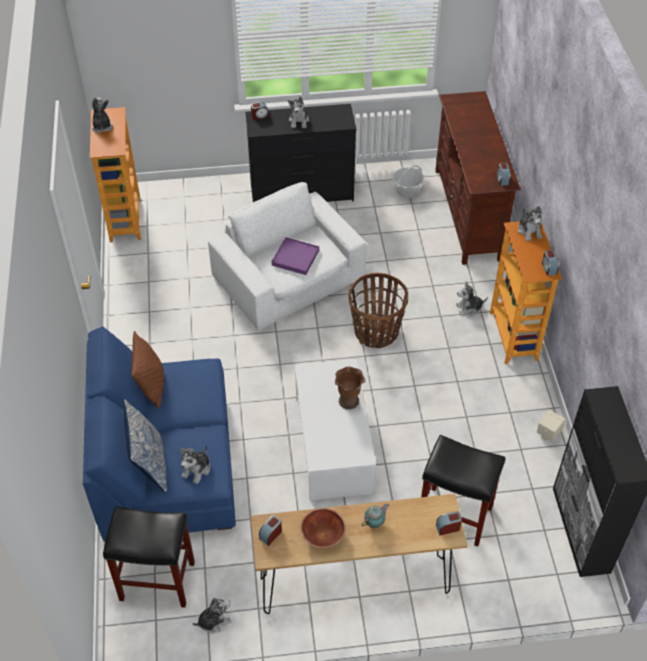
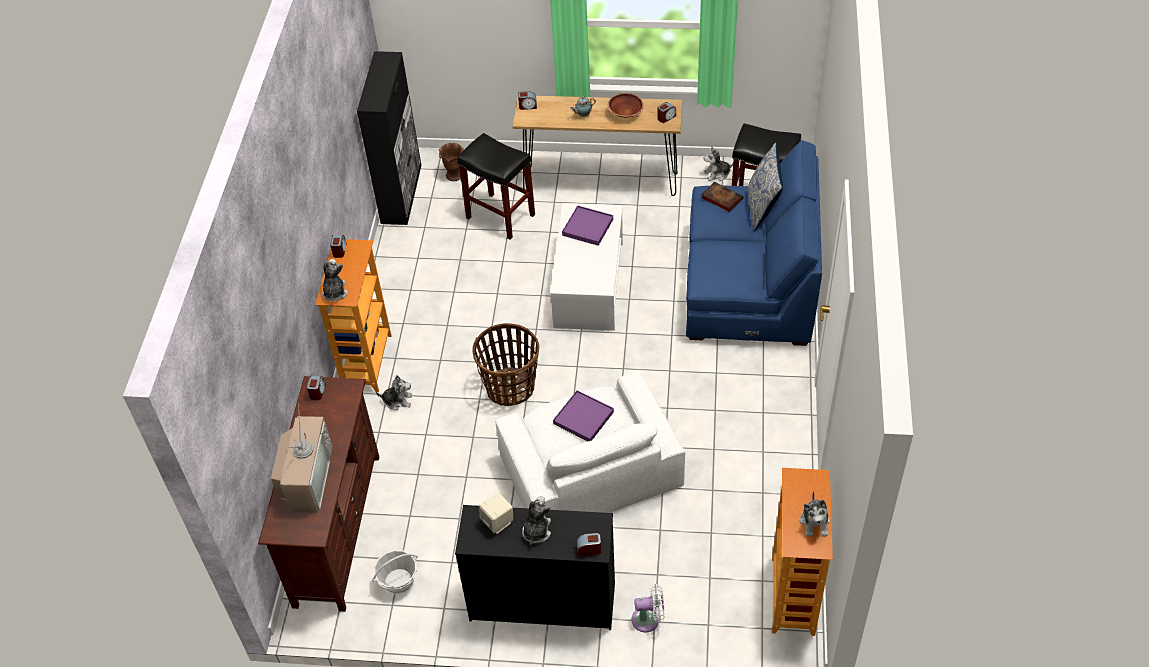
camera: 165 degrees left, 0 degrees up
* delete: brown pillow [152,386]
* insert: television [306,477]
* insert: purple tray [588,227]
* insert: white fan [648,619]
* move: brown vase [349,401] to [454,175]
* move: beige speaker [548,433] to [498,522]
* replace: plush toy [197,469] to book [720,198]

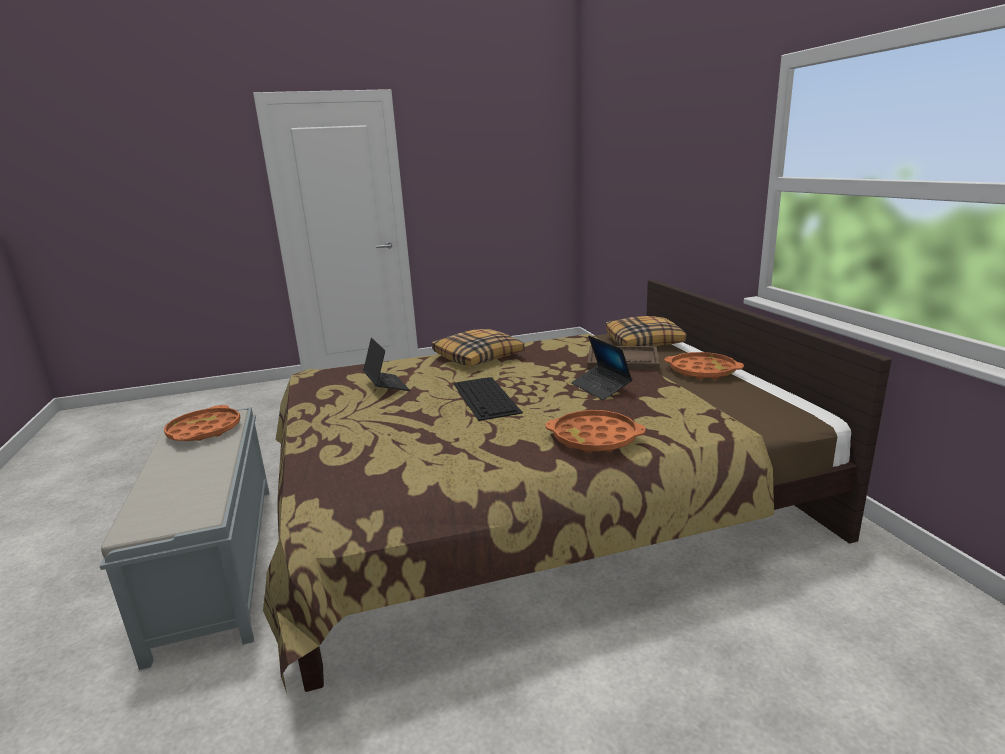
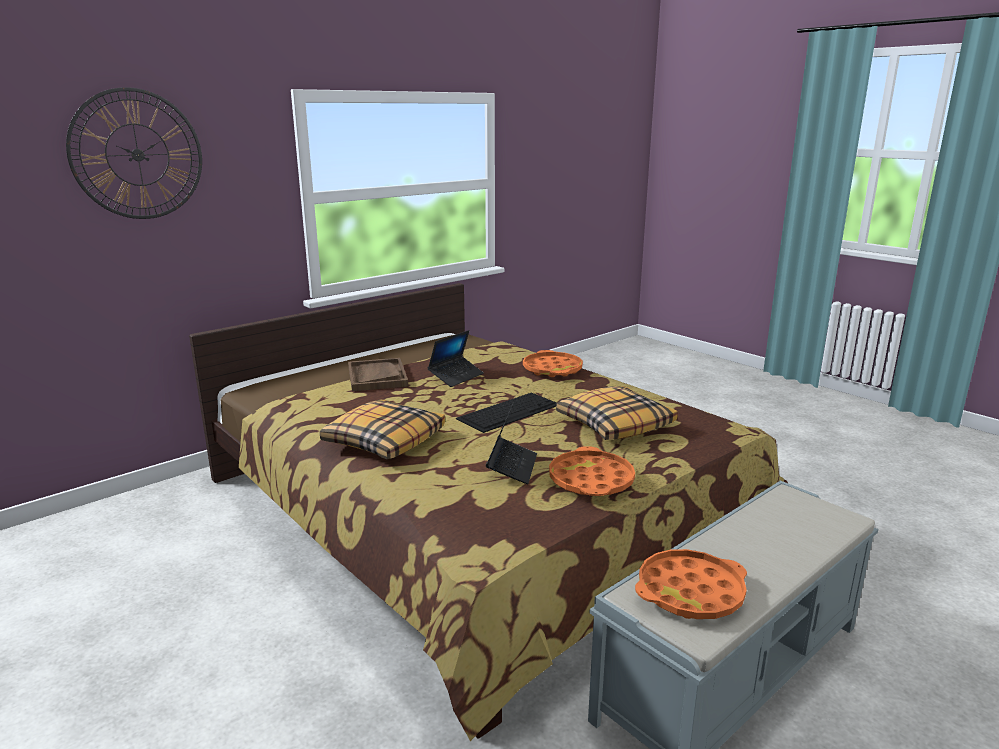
camera: 115 degrees left, 0 degrees up
* insert: wall clock [137,155]
* move: pillow [644,342] to [614,424]
* move: orange tray [702,371] to [591,480]
* rotate: laptop [386,386] = [512,467] 150 degrees clockwise

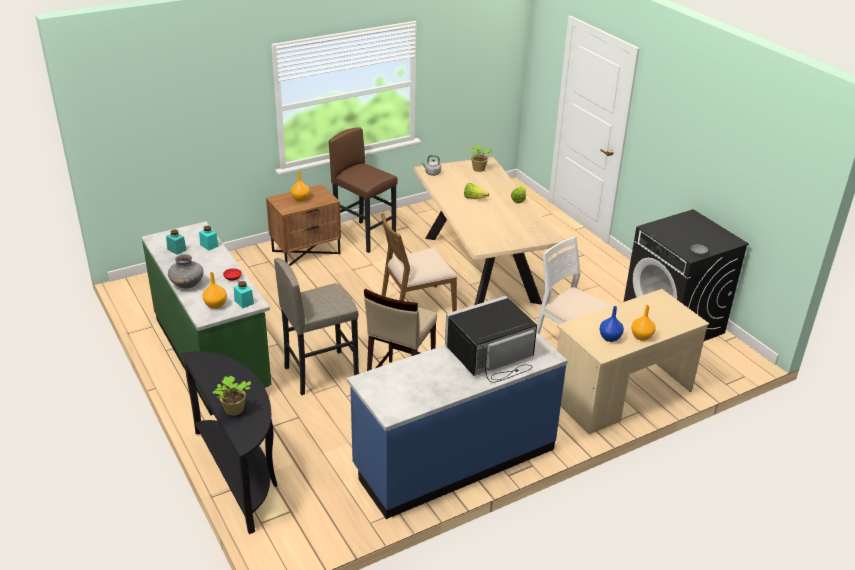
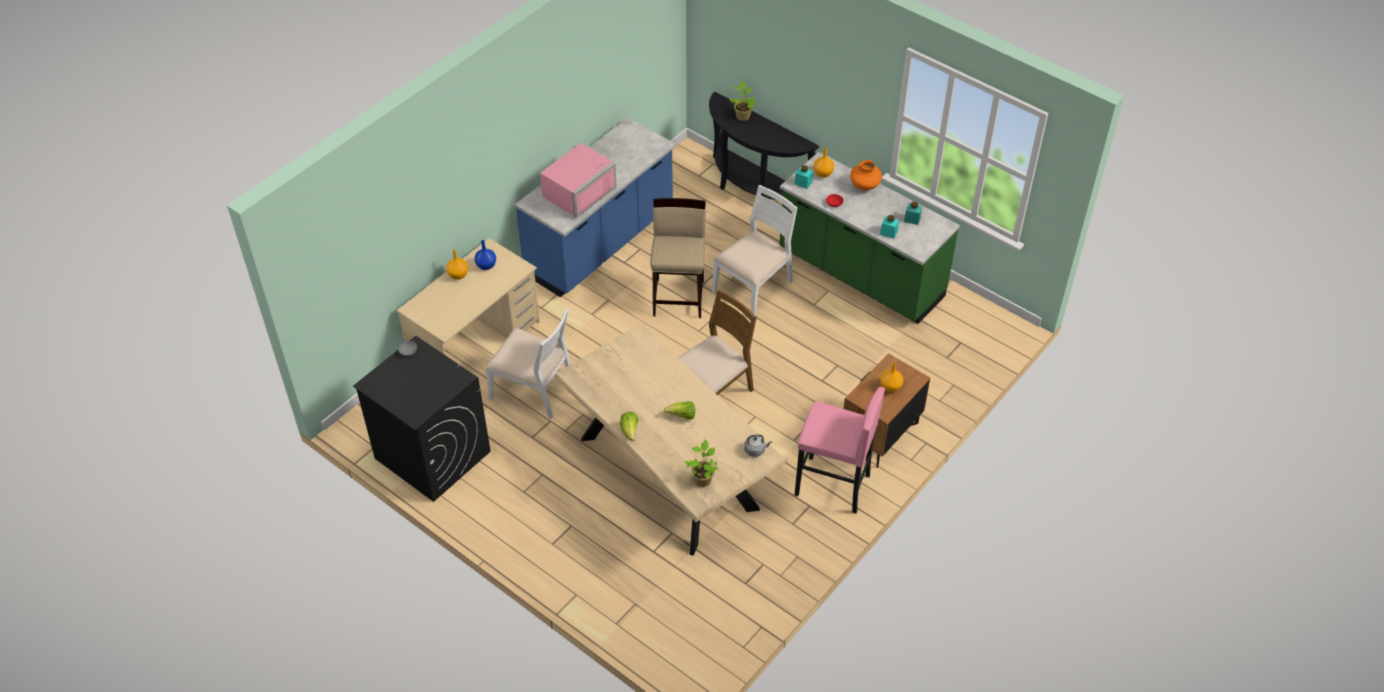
camera: 160 degrees right, 15 degrees up
* replace: grey stool [320,372] to white chair [754,287]
* recolor: grey vase [187,284] to orange vase [864,186]
* recolor: brown stool [365,236] to pink stool [832,485]
* recolor: black microwave [491,356] to pink microwave [576,190]

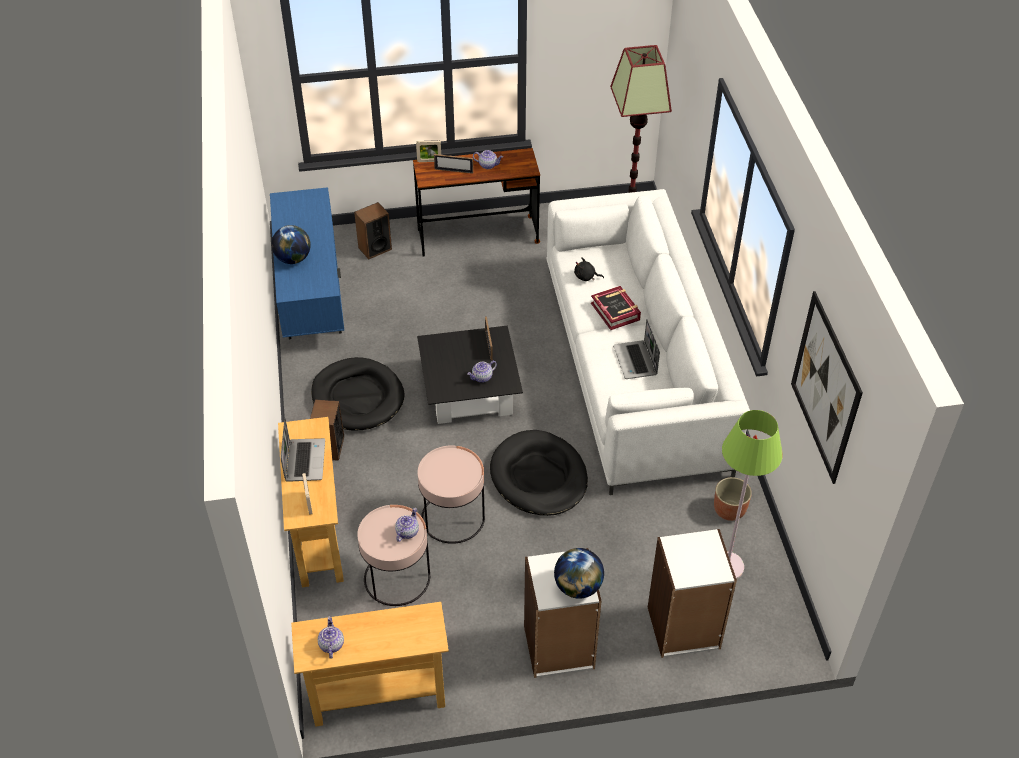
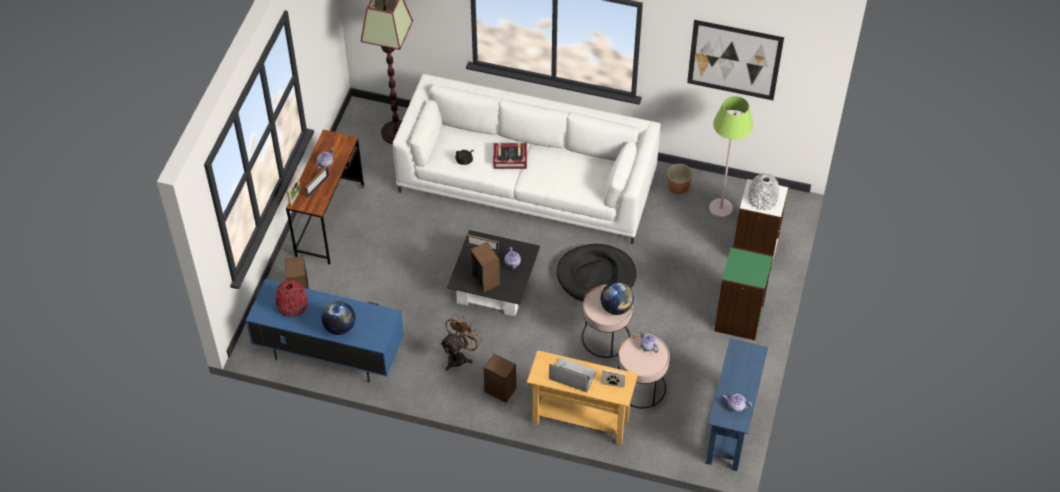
camera: 65 degrees left, 5 degrees up
* delete: laptop [636,361]
* insert: red vase [292,306]
* insert: speaker [485,280]
* insert: grey vase [762,199]
* move: globe [578,587] to [616,308]
* replace: black dog bed [358,397] to brown fan [459,356]
* recolor: beige console table [378,696] to blue console table [730,429]
* recolor: white bookcase [559,648] to green bookcase [739,319]

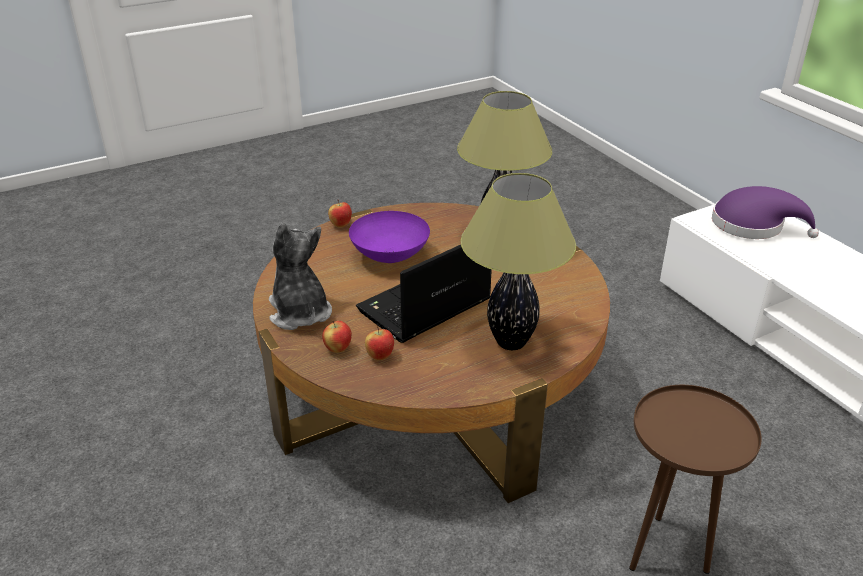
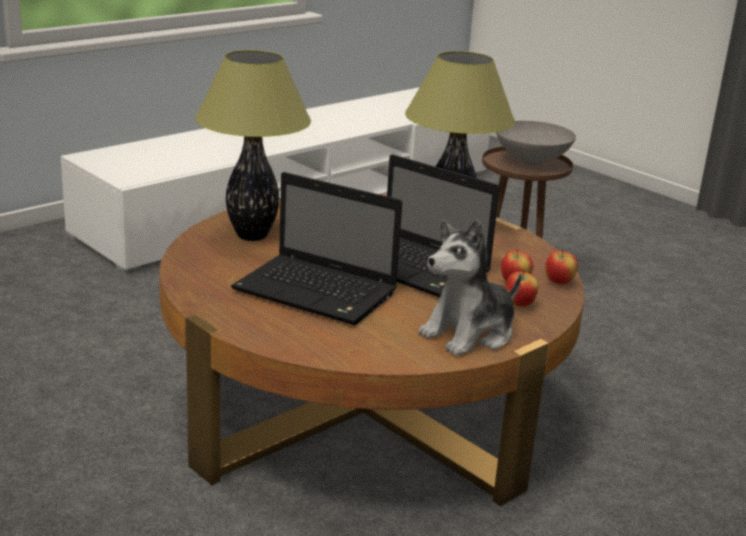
camera: 105 degrees left, 10 degrees down
* delete: purple hat [753,225]
* insert: grey bowl [532,161]
* move: apple [341,225] to [559,283]
* replace: purple bowl [389,257] to laptop [318,292]

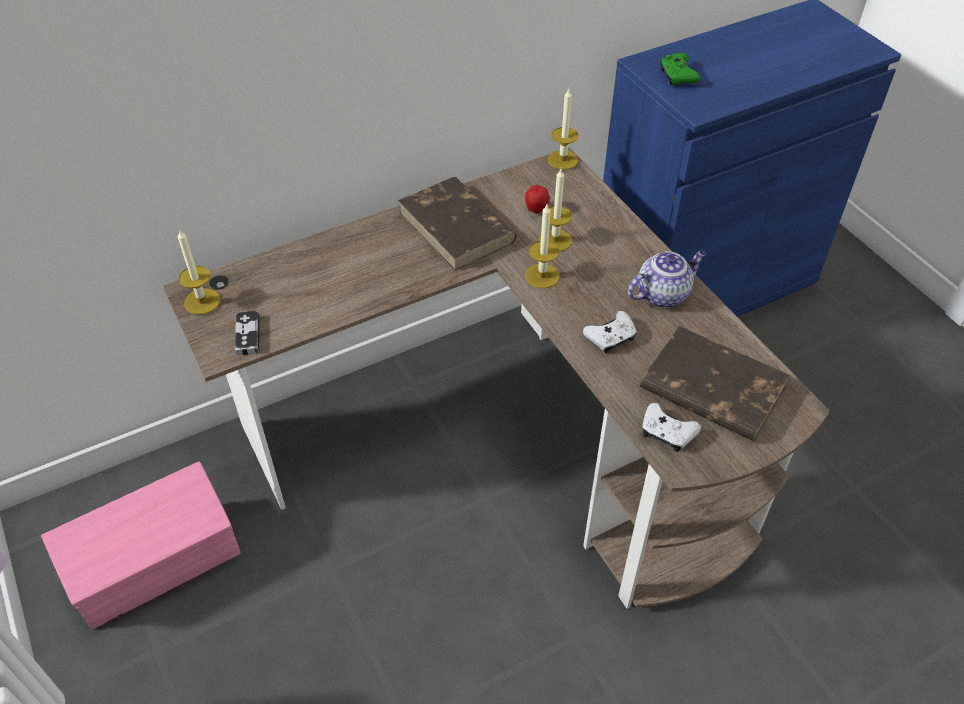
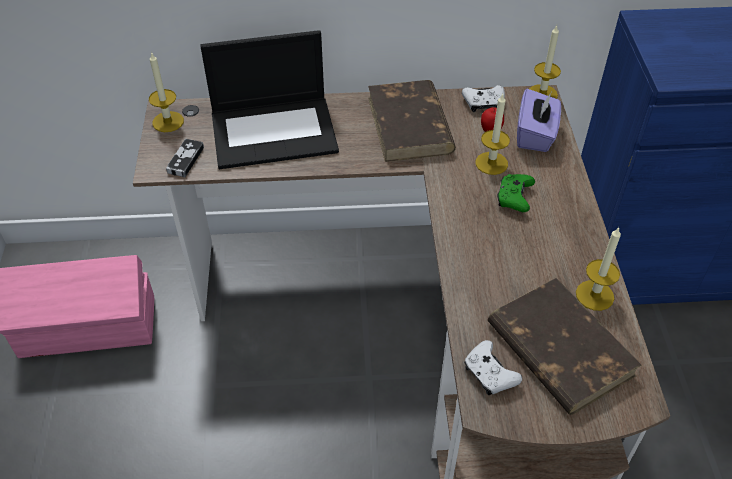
camera: 25 degrees right, 0 degrees up
* delete: teapot [663,294]
* insert: laptop [275,131]
* insert: purple tissue box [535,135]
* move: candle [542,276] to [594,295]
* move: white game controller [611,338] to [483,104]
* move: green game controller [677,76] to [514,198]

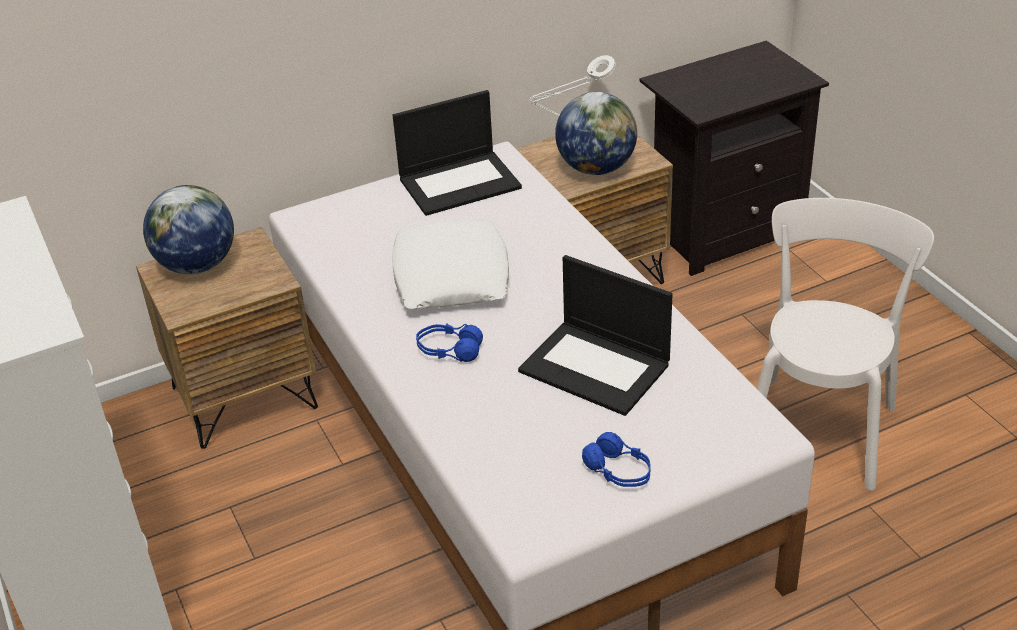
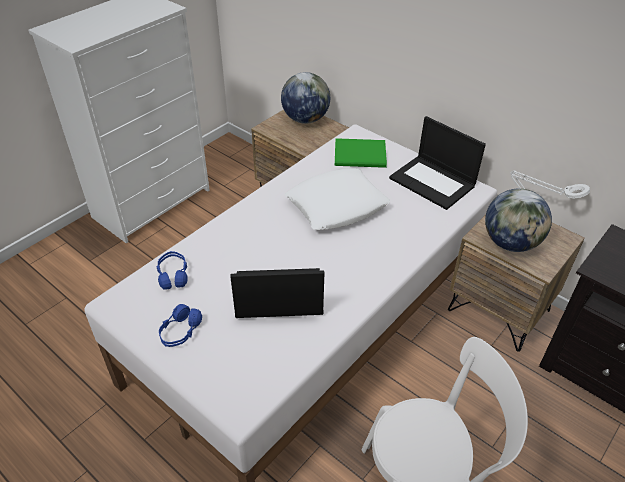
camera: 65 degrees right, 5 degrees up
* insert: green book [361,156]
* move: blue headphones [449,351] to [173,275]
* rotate: laptop [596,367] = [277,295] 75 degrees clockwise

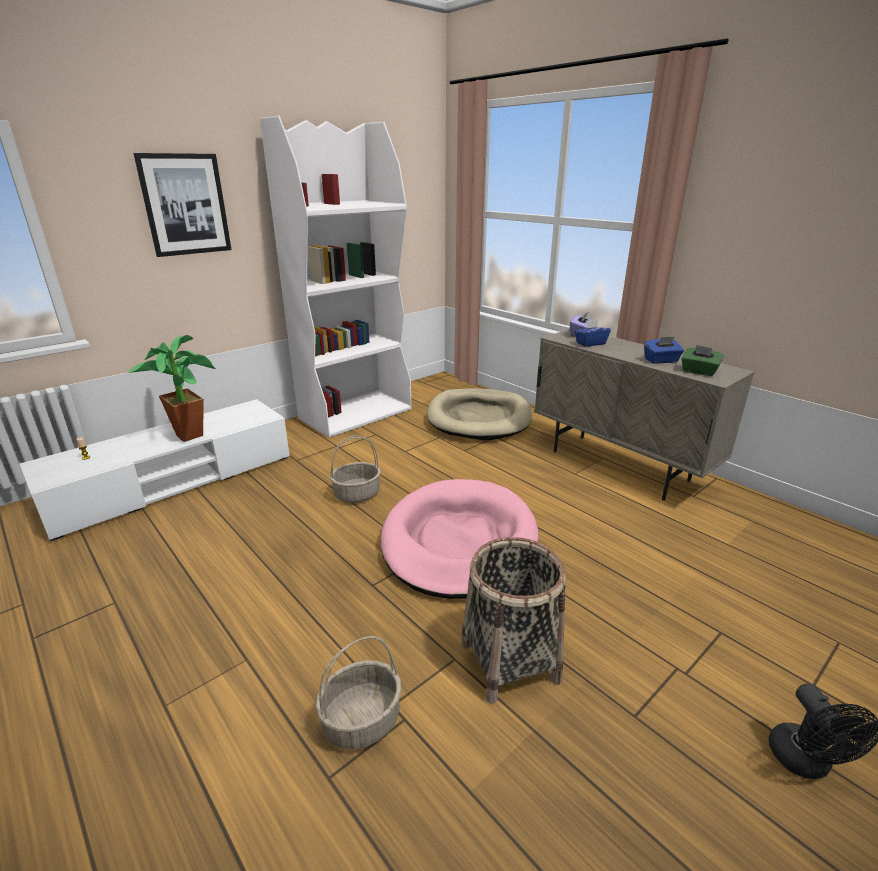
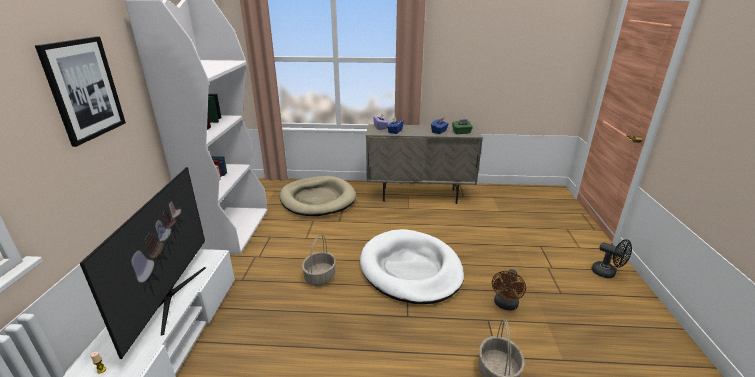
camera: 45 degrees left, 0 degrees up
* replace: potted plant [190,433] to television [170,298]
* replace: basket [509,661] to brown fan [505,305]
* recolor: pink dog bed [459,541] to white dog bed [410,269]

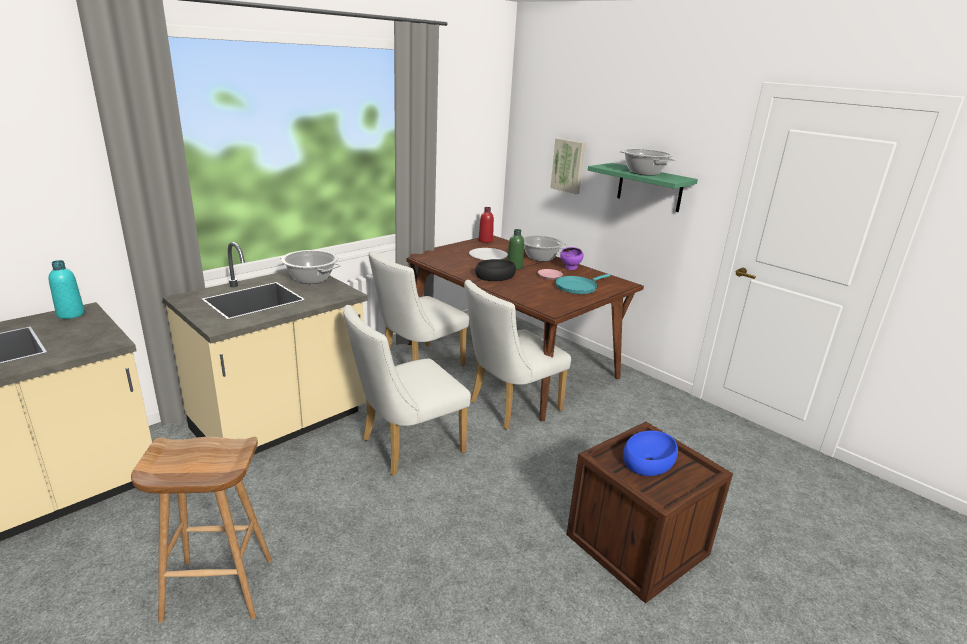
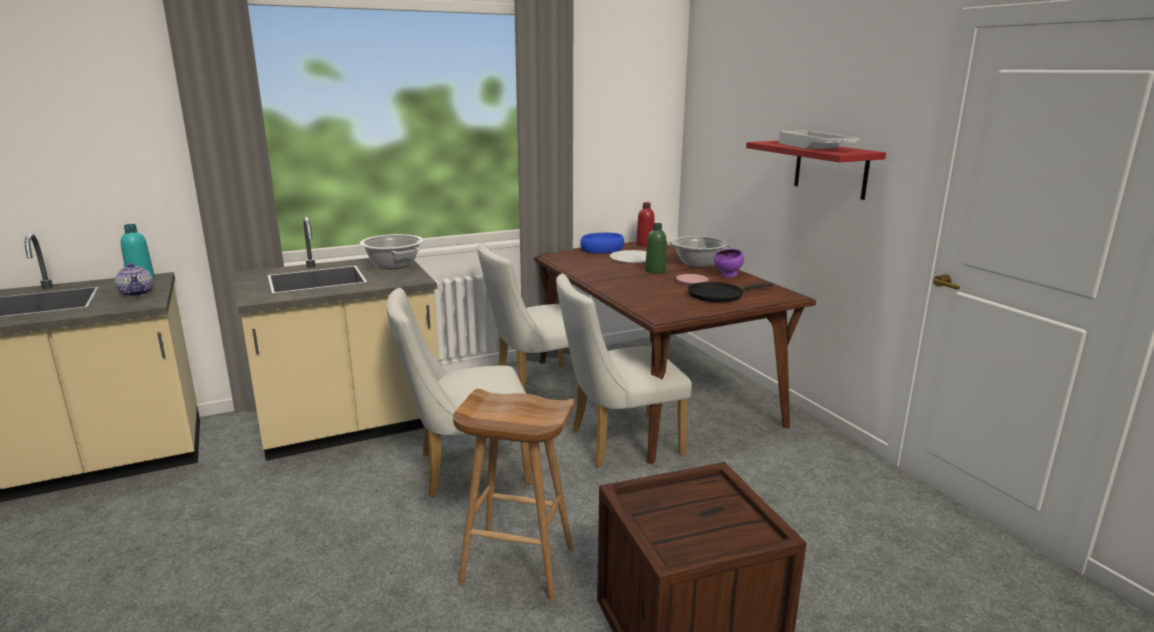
camera: 20 degrees right, 5 degrees down
* delete: black bowl [495,276]
* delete: picture [568,166]
* insert: teapot [137,293]
* move: brown stool [216,590] to [515,566]
* move: blue bowl [648,460] to [602,249]
* replace: cooking pot [643,173] to white tray [813,147]
* recolor: turquoise frying pan [577,287] to black frying pan [718,295]
* recolor: green shelf [649,187] to red shelf [830,169]

